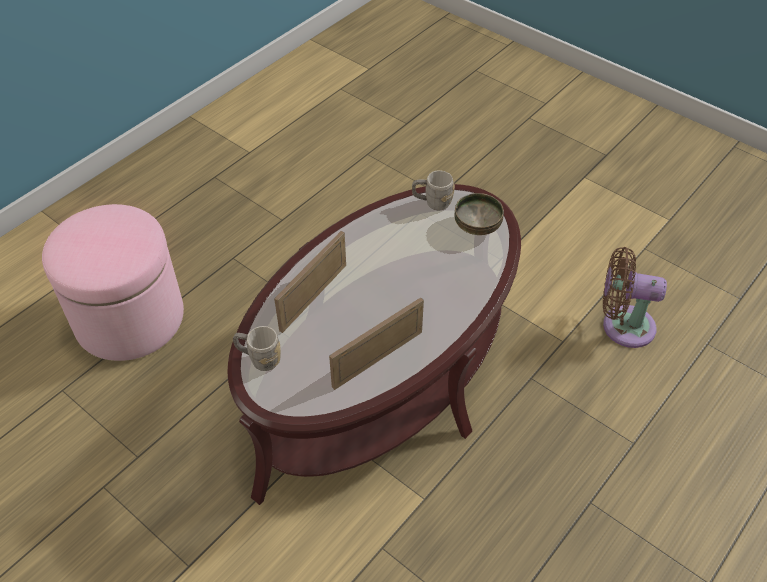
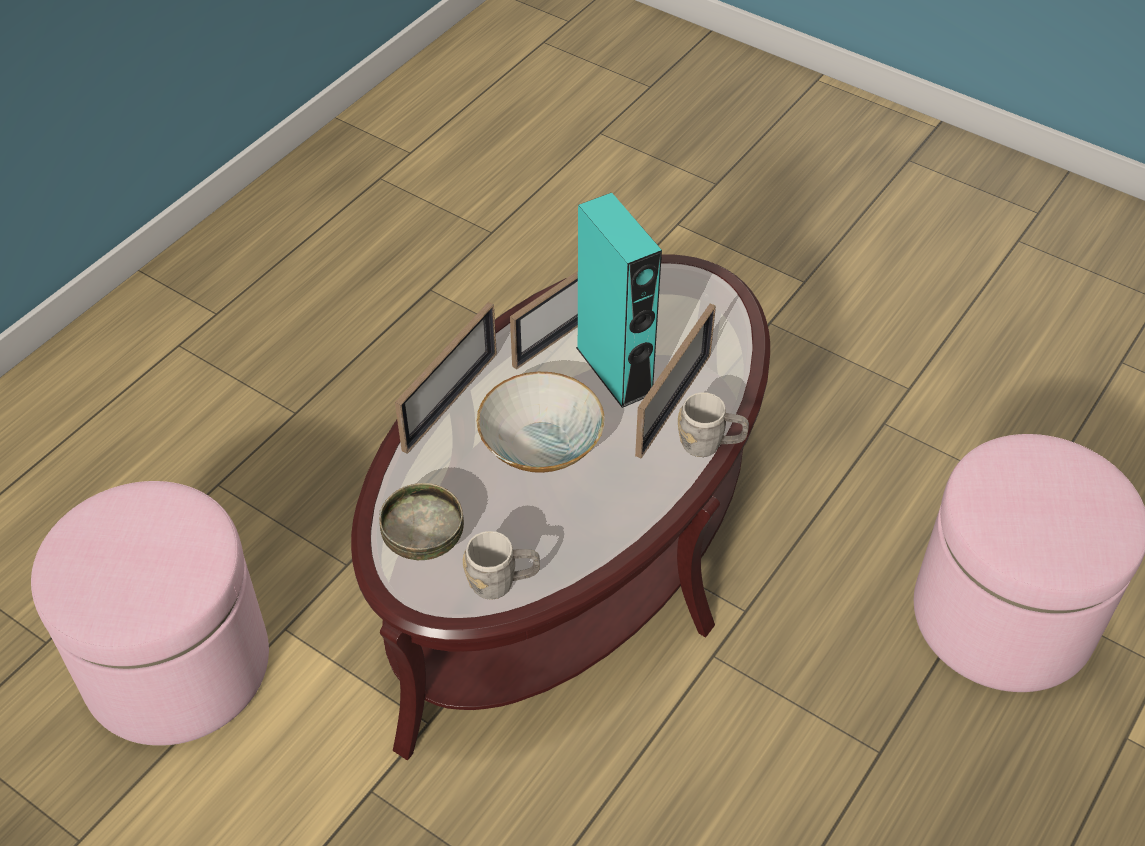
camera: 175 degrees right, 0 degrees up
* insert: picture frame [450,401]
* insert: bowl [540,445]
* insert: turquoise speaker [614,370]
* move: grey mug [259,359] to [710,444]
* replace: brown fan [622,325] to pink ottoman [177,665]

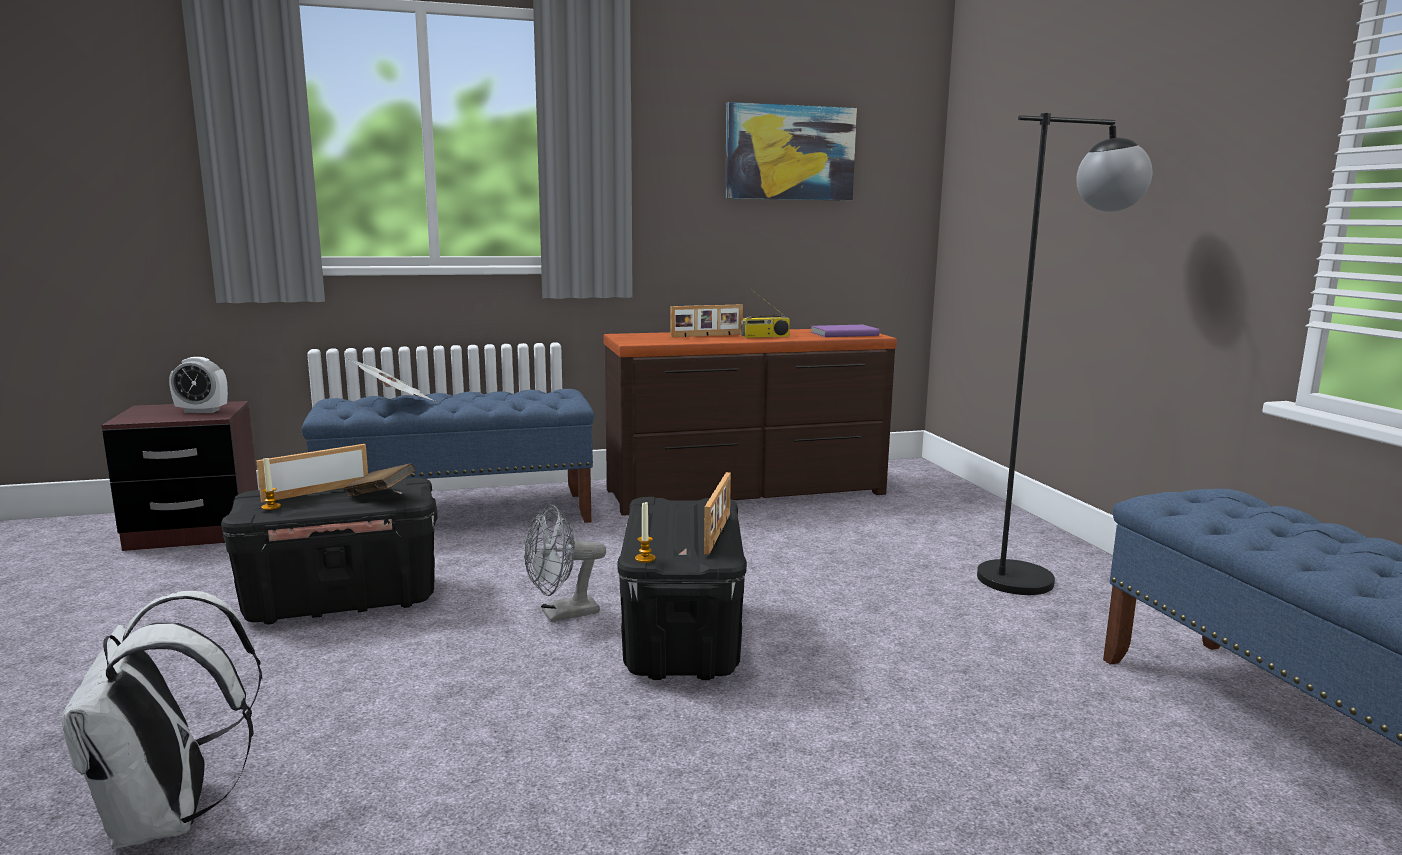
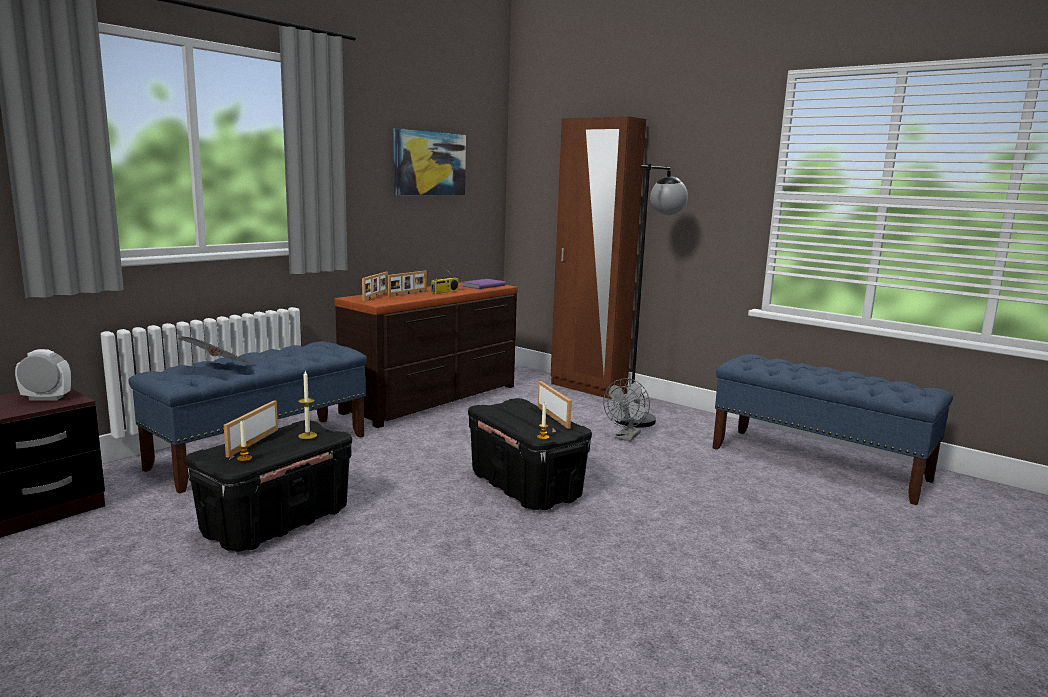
camera: 35 degrees left, 0 degrees up
* delete: white backpack [169,819]
* insert: picture frame [376,296]
* insert: brown wardrobe [587,388]
* move: grey fan [562,614] to [626,437]
* replace: brown book [381,495] to candle [307,435]
* rotate: alarm clock [202,411] = [46,398] 150 degrees counterclockwise

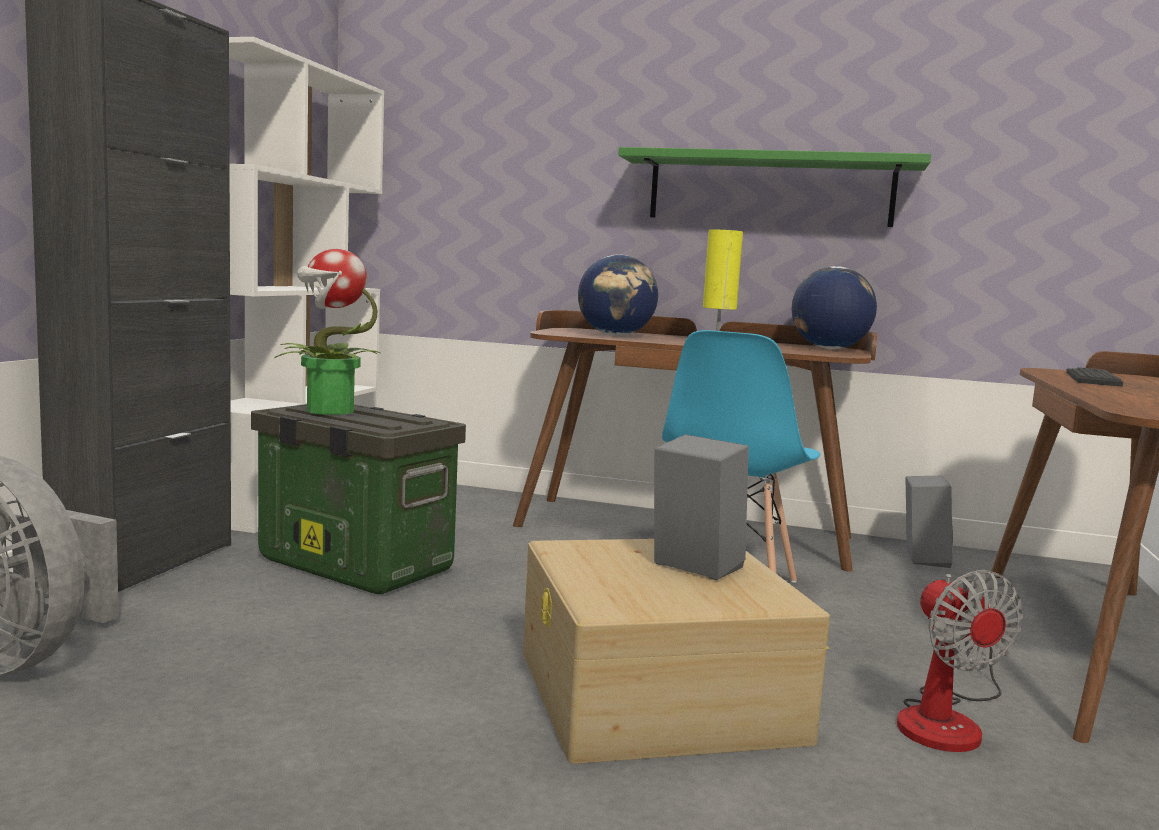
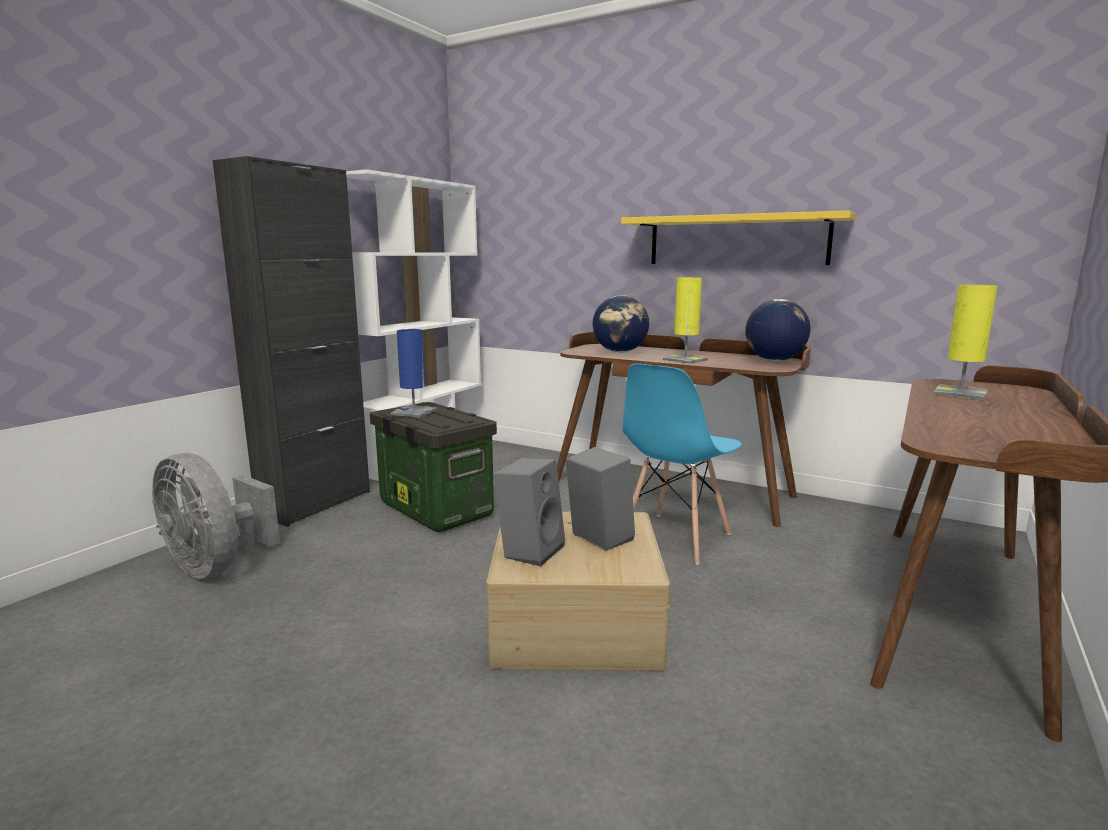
camera: 15 degrees right, 5 degrees up
* delete: fan [947,720]
* move: grey speaker [921,558] to [530,550]
* replace: potted plant [328,411] to blue table lamp [414,412]
* replace: keyboard [1092,379] to yellow table lamp [960,393]
* recolor: green shelf [770,190] to yellow shelf [736,240]

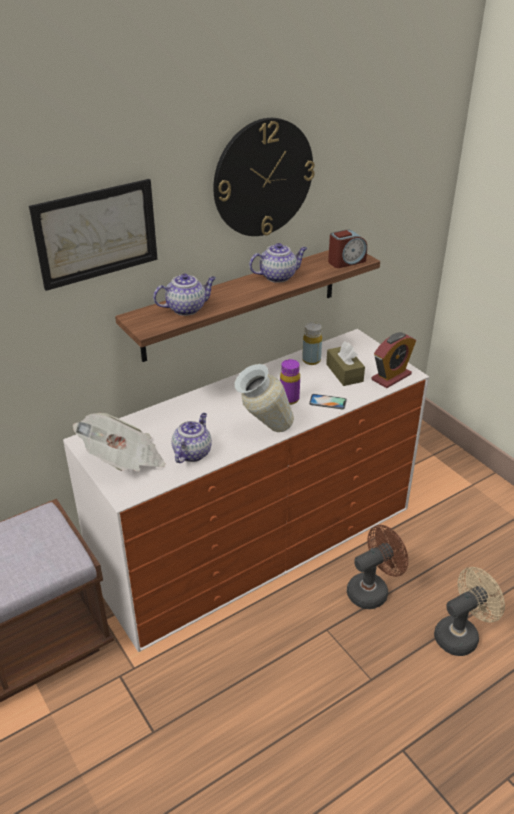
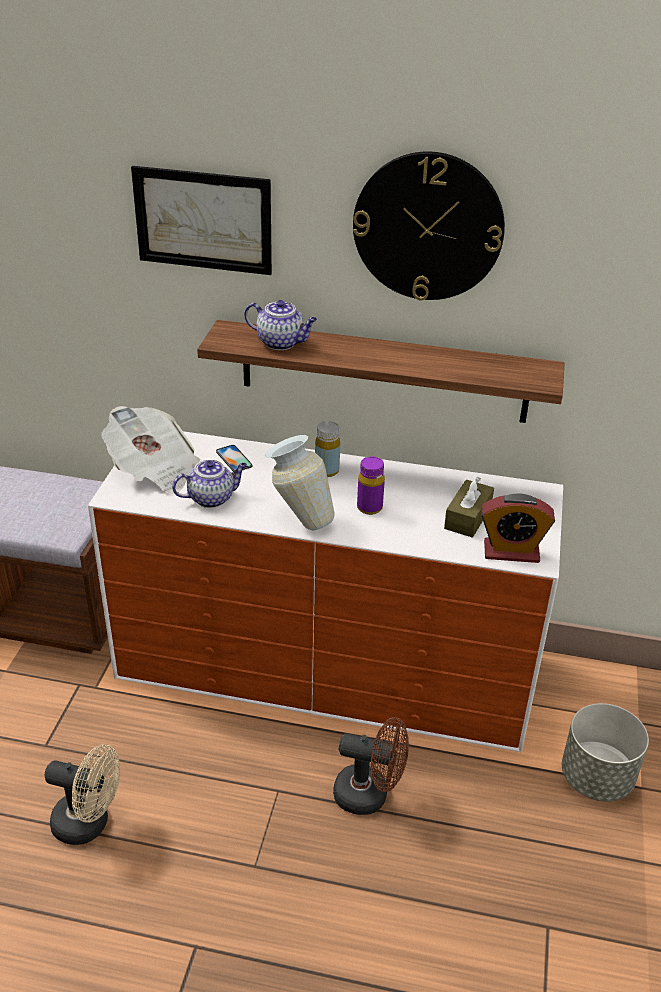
camera: 45 degrees right, 0 degrees up
* delete: teapot [278,276]
* delete: alarm clock [346,261]
* insert: grey planter [597,778]
* move: yellow bottle [311,360] to [327,471]
* move: phone [327,402] to [234,459]
* move: beige fan [461,634] to [89,823]

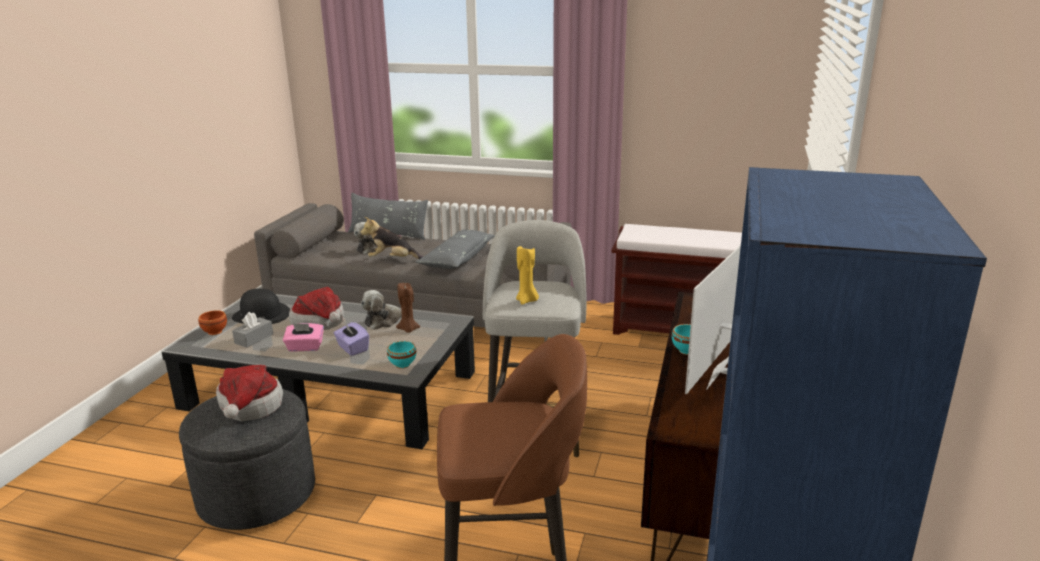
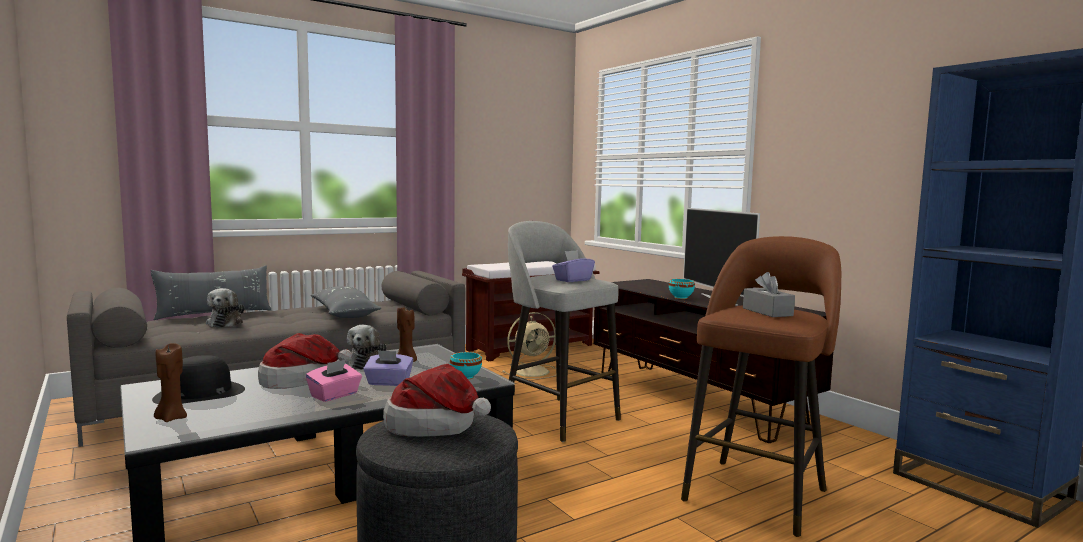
camera: 50 degrees left, 15 degrees down
* delete: plush toy [392,260]
* insert: beige fan [533,371]
* move: grey tissue box [254,339] to [767,312]
* replace: brown bowl [216,332] to brown candle [171,418]
* replace: yellow candle [527,301] to purple tissue box [572,280]

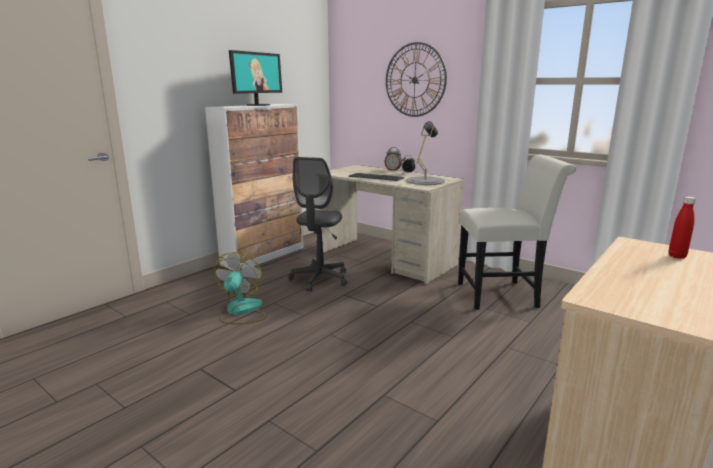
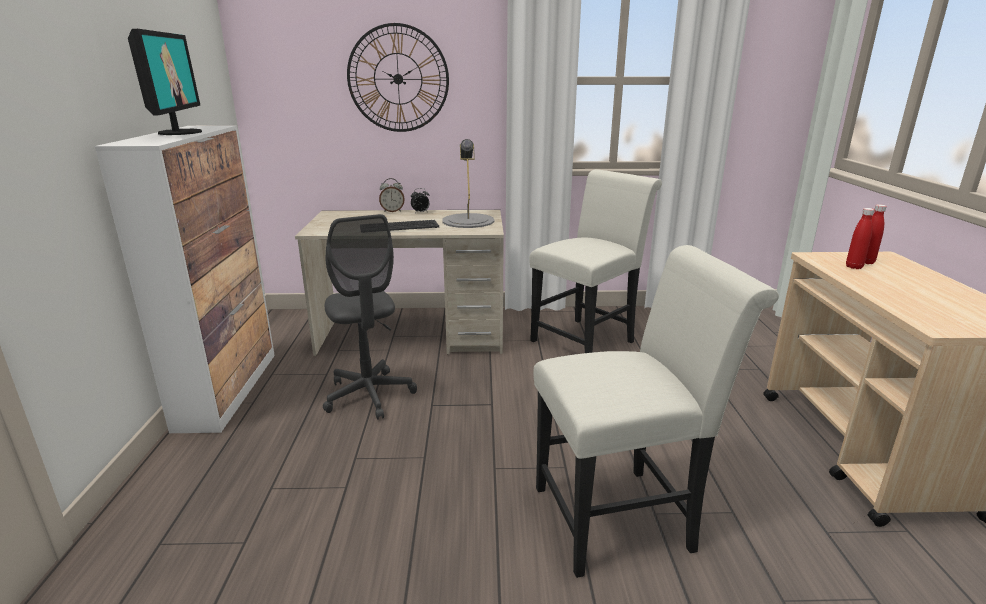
camera: 40 degrees left, 5 degrees up
* delete: fan [241,311]
* insert: white chair [623,516]
* insert: red bottle [854,267]

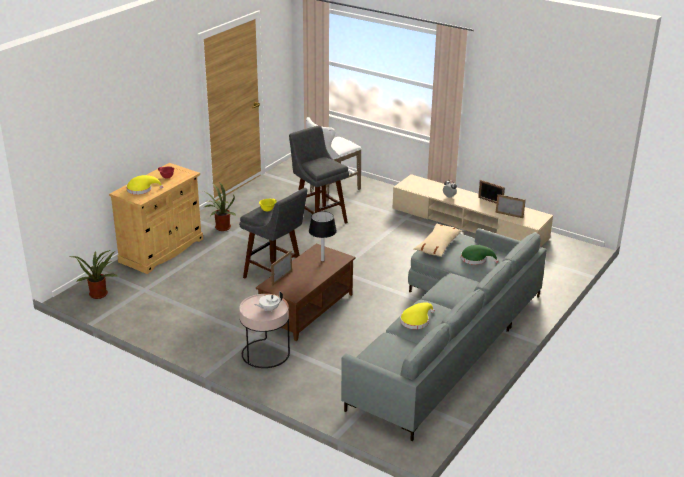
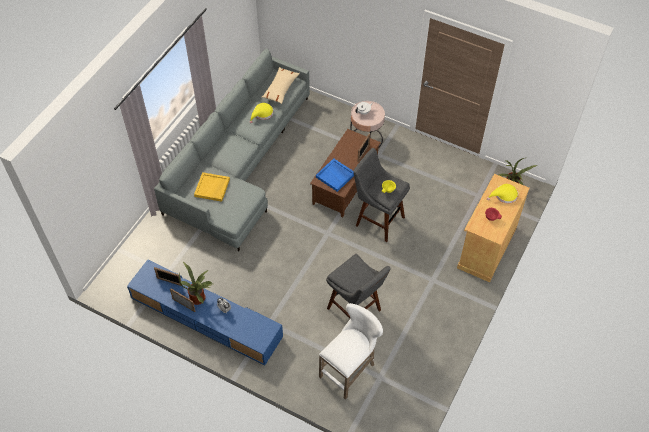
camera: 175 degrees right, 25 degrees up
* move: potted plant [221,228] to [199,297]
* move: beige pillow [438,245] to [280,88]
* replace: black table lamp [322,260] to blue tray [335,176]
* replace: green hat [476,259] to yellow tray [212,188]
* recolor: beige tv stand [469,224] to blue tv stand [206,317]

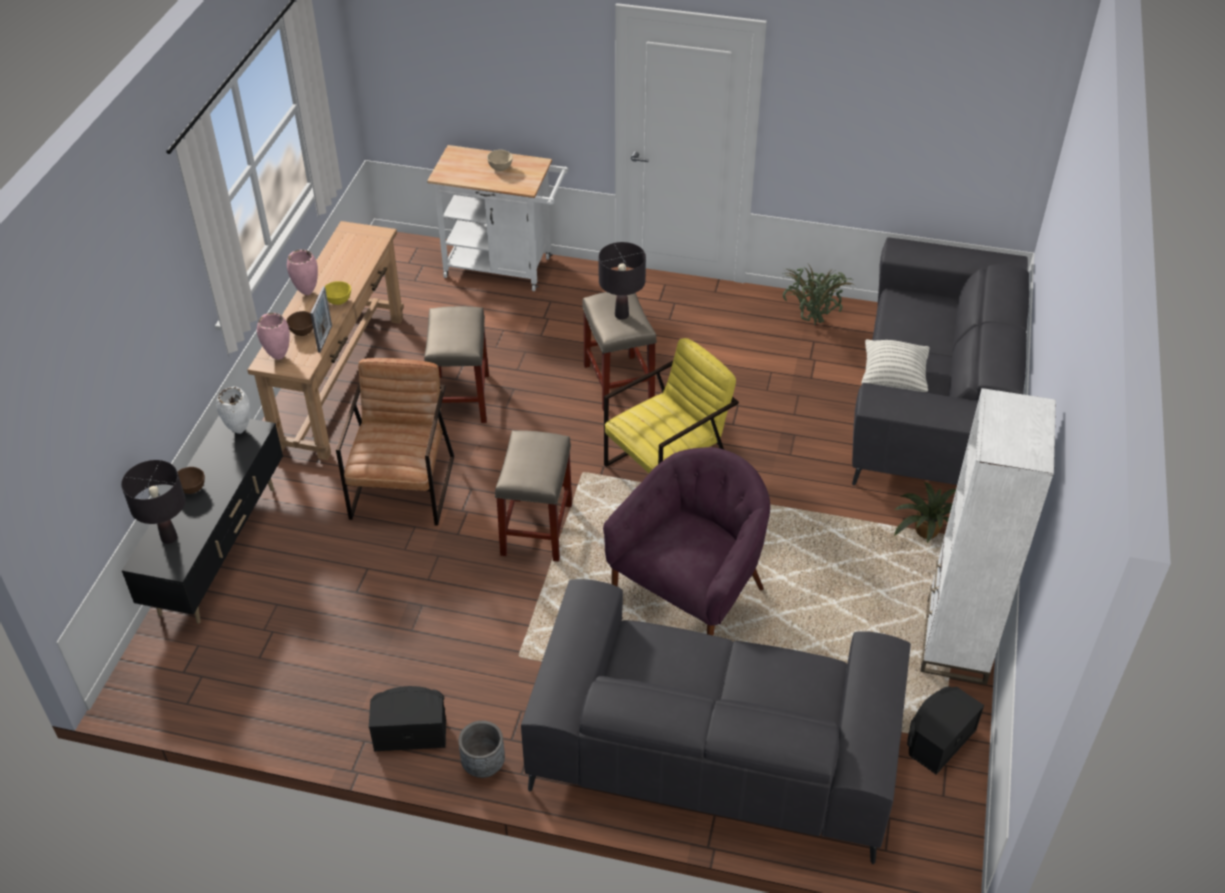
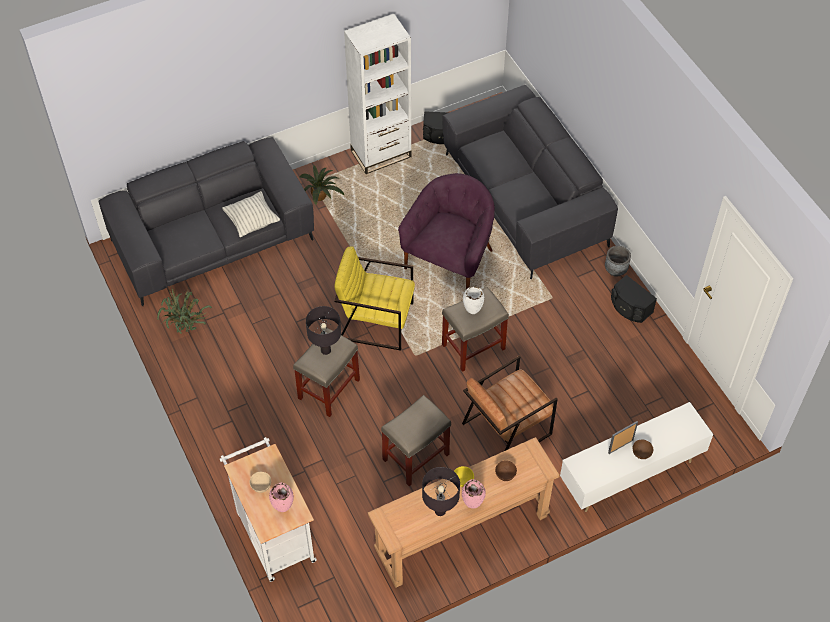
camera: 130 degrees left, 10 degrees up
* move: black table lamp [169,537] to [440,511]
* move: white vase [240,431] to [472,311]
* move: pink vase [278,357] to [283,508]
* move: picture frame [325,339] to [620,446]
* recolor: black tv stand [220,549] to white tv stand [630,475]
* rotate: purple armchair [690,594] = [450,259] 120 degrees clockwise

